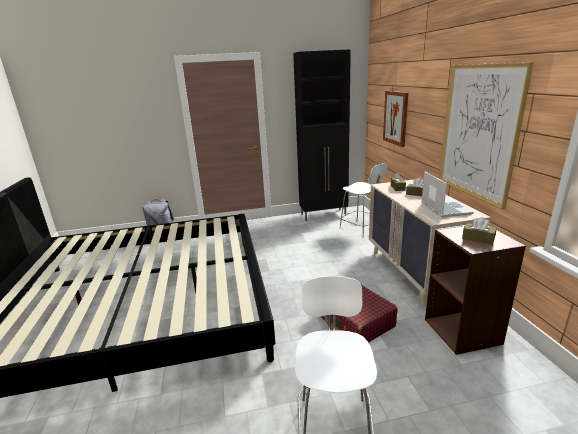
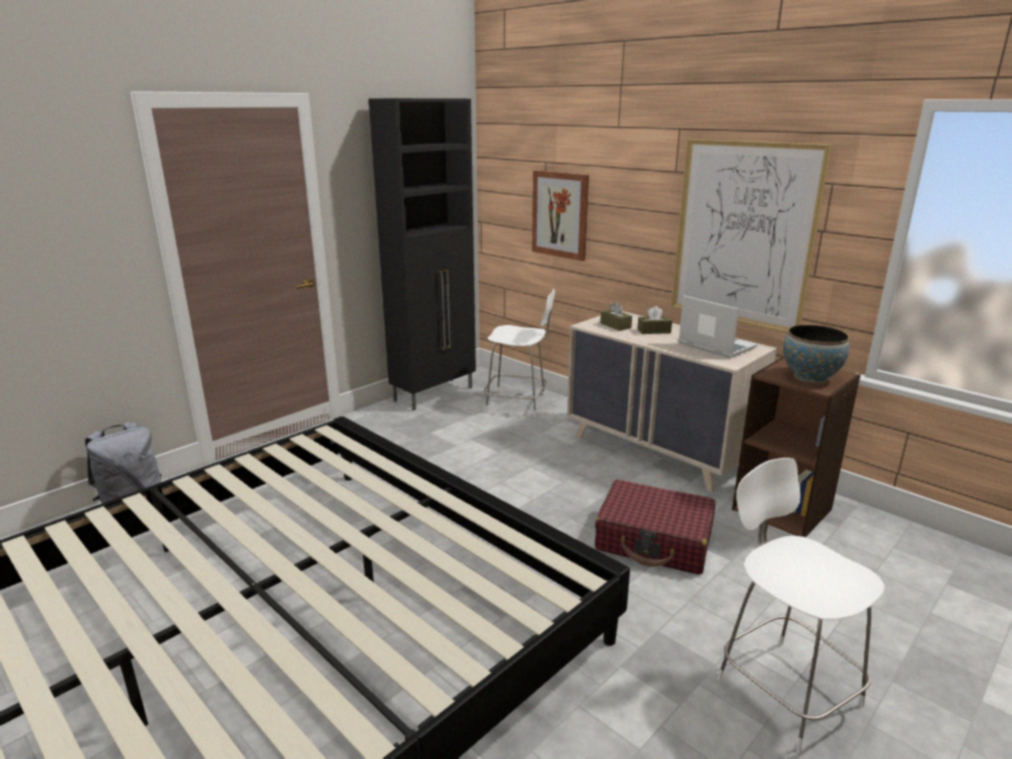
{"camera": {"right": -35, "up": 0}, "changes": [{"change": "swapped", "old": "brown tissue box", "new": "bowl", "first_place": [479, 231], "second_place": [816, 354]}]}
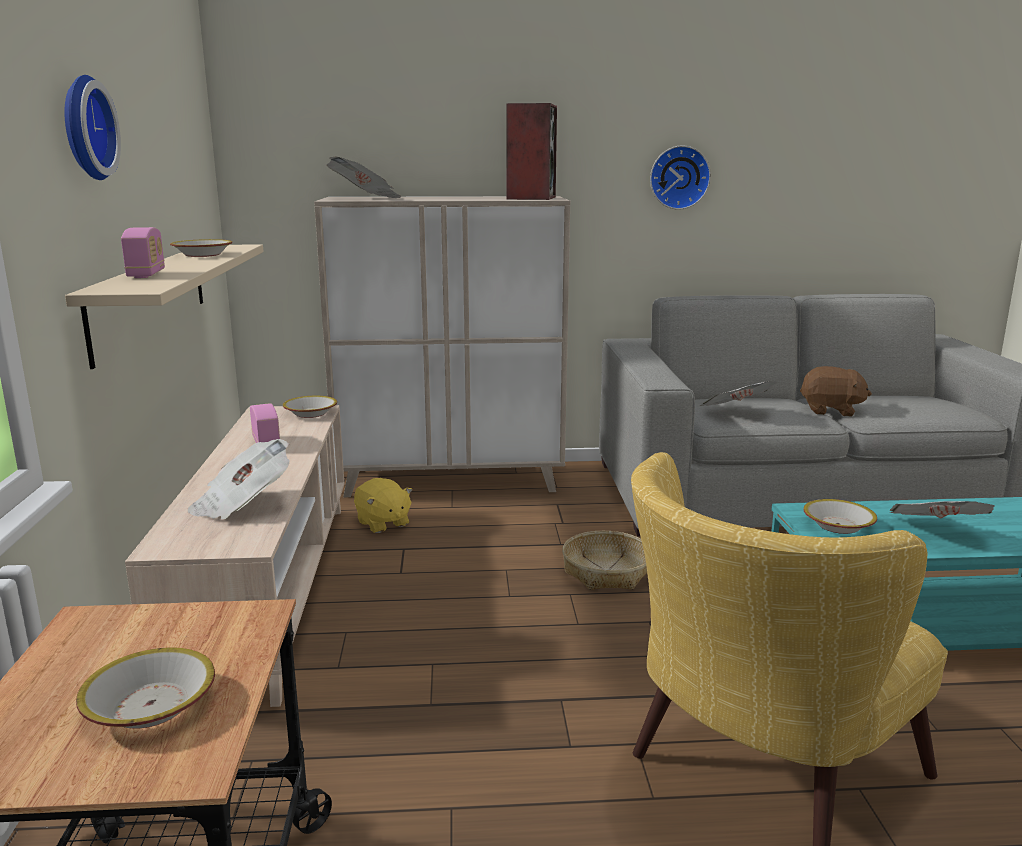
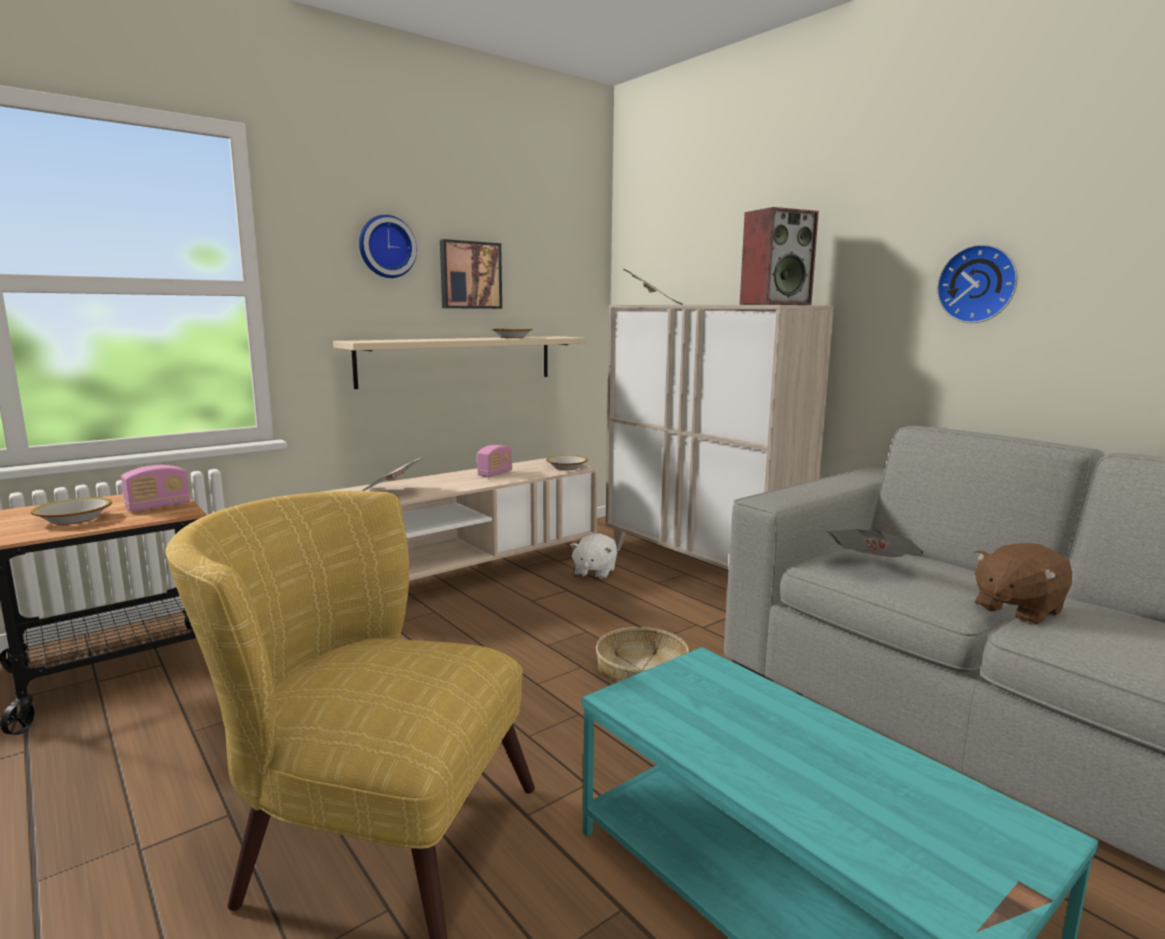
{"camera": {"right": 55, "up": -5}, "changes": [{"change": "shifted", "old": "radio", "first_place": [143, 252], "second_place": [155, 488]}, {"change": "new", "new": "picture", "second_place": [471, 274]}, {"change": "repainted", "old": "yellow plush toy", "new": "white plush toy", "first_place": [383, 505], "second_place": [593, 556]}, {"change": "rotated", "old": "brown plush toy", "first_place": [836, 391], "second_place": [1022, 584], "degrees": 75}, {"change": "gone", "old": "bowl", "first_place": [840, 516]}, {"change": "gone", "old": "newspaper", "first_place": [942, 509]}]}
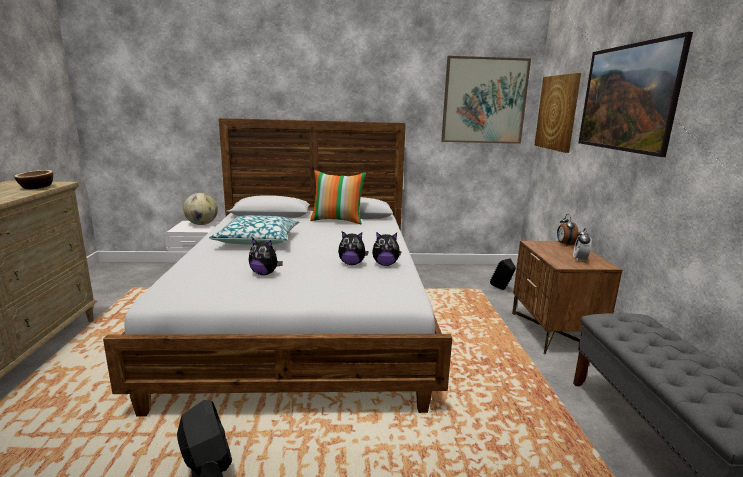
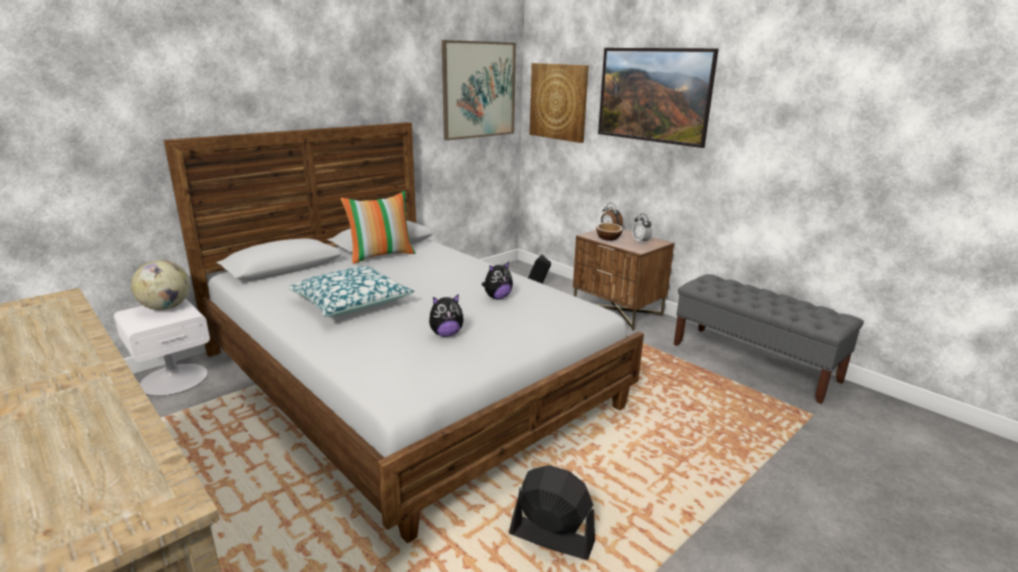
{"camera": {"right": -40, "up": 5}, "changes": [{"change": "shifted", "old": "bowl", "first_place": [33, 179], "second_place": [609, 232]}, {"change": "gone", "old": "plush toy", "first_place": [387, 249]}]}
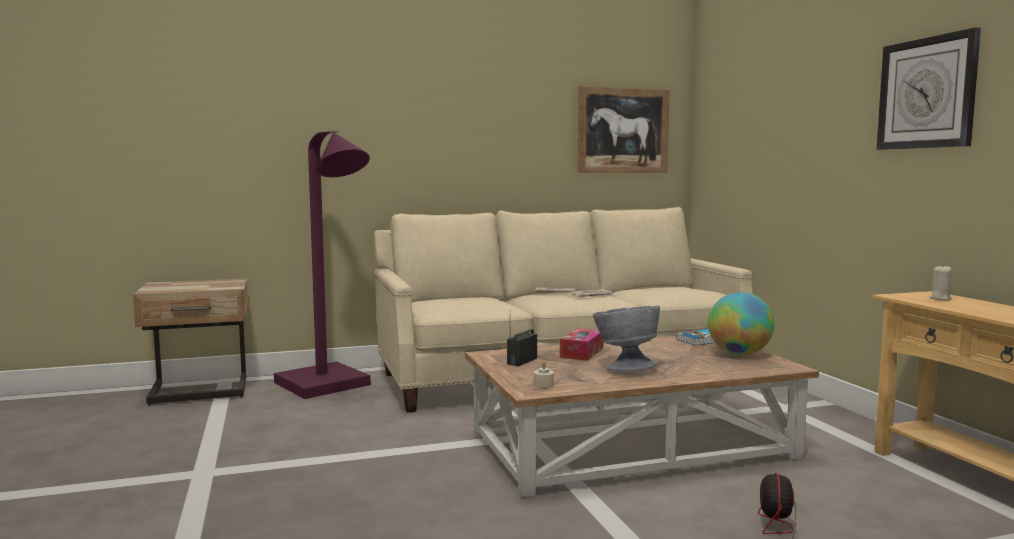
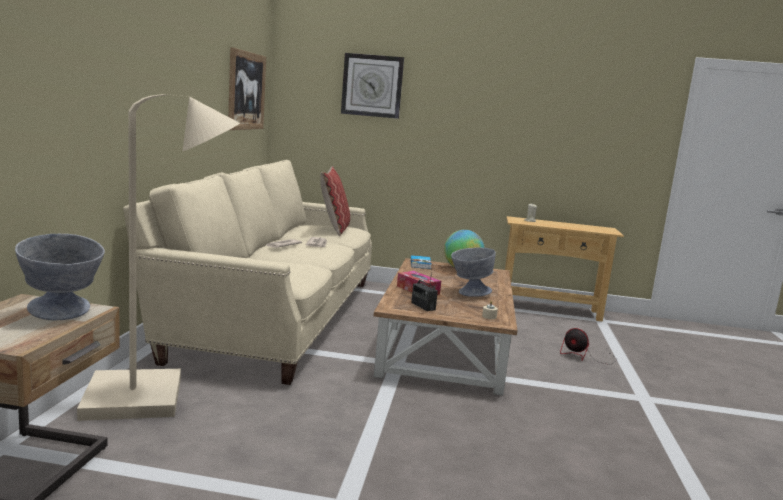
{"camera": {"right": -65, "up": 5}, "changes": [{"change": "new", "new": "grey bowl", "second_place": [60, 277]}, {"change": "repainted", "old": "purple floor lamp", "new": "beige floor lamp", "first_place": [322, 265], "second_place": [158, 257]}, {"change": "new", "new": "pillow", "second_place": [335, 201]}, {"change": "shifted", "old": "wall clock", "first_place": [929, 88], "second_place": [372, 86]}]}
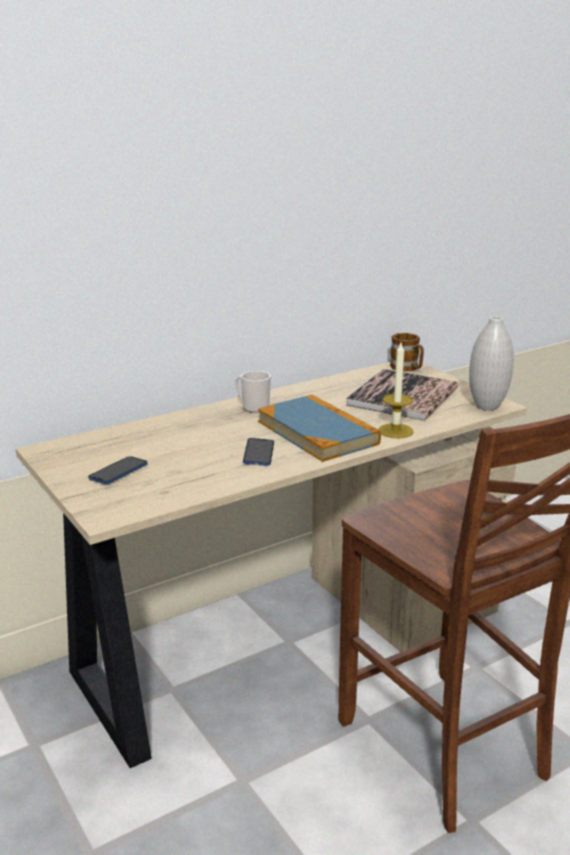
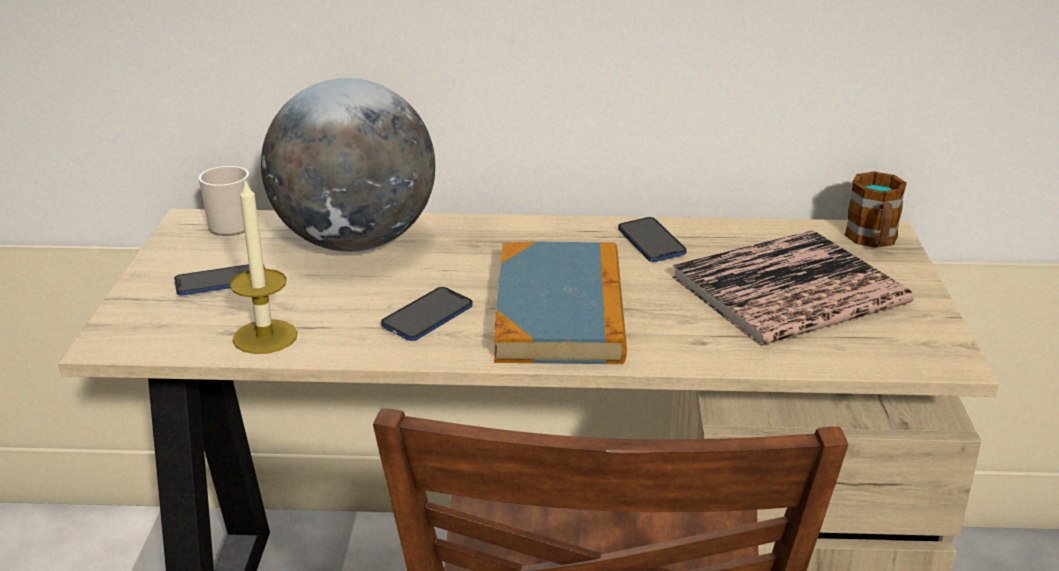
{"camera": {"right": 35, "up": 5}, "changes": [{"change": "shifted", "old": "mug", "first_place": [253, 392], "second_place": [224, 201]}, {"change": "shifted", "old": "candle", "first_place": [396, 390], "second_place": [264, 266]}, {"change": "new", "new": "globe", "second_place": [348, 165]}, {"change": "new", "new": "phone", "second_place": [652, 239]}, {"change": "gone", "old": "white vase", "first_place": [491, 363]}]}
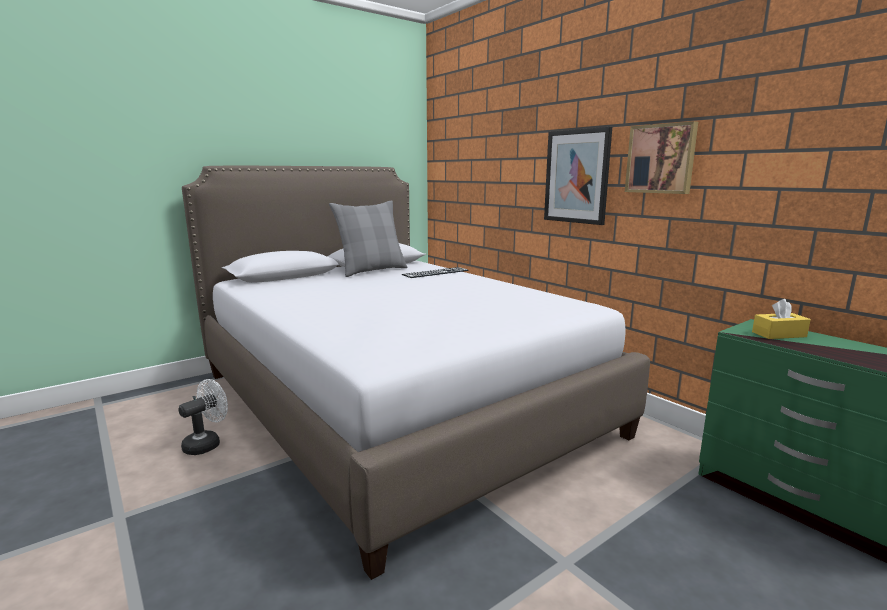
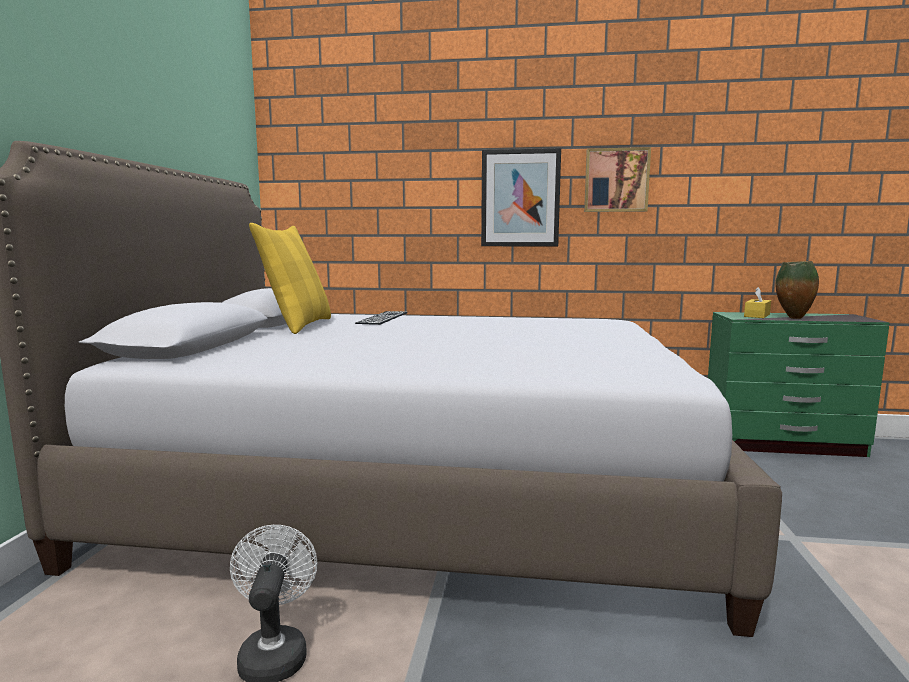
{"camera": {"right": -45, "up": -5}, "changes": [{"change": "repainted", "old": "grey pillow", "new": "yellow pillow", "first_place": [368, 238], "second_place": [290, 278]}, {"change": "new", "new": "vase", "second_place": [797, 290]}]}
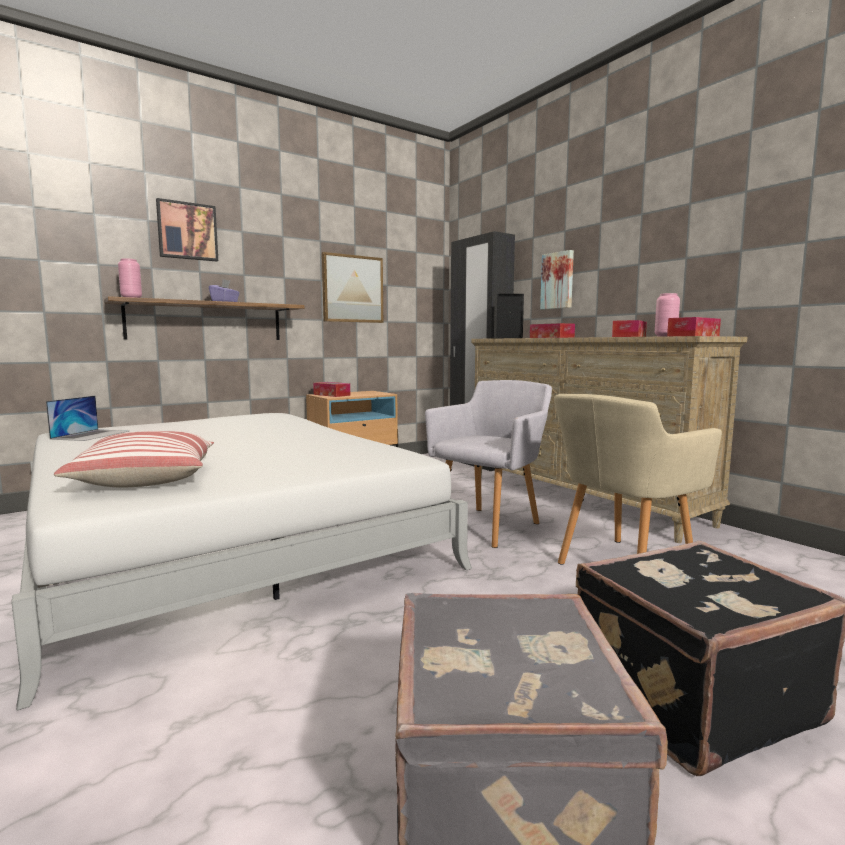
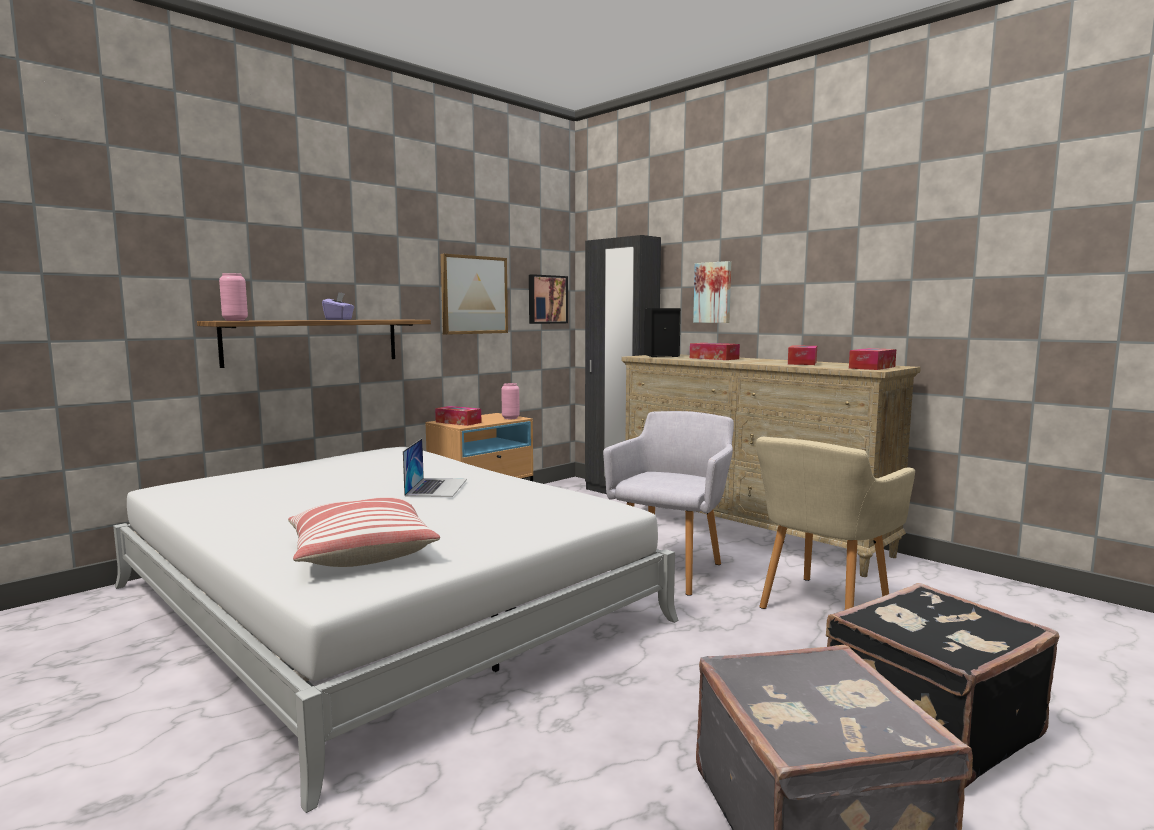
{"camera": {"right": -10, "up": 0}, "changes": [{"change": "shifted", "old": "laptop", "first_place": [87, 418], "second_place": [435, 467]}, {"change": "shifted", "old": "pink vase", "first_place": [667, 315], "second_place": [510, 401]}, {"change": "shifted", "old": "picture", "first_place": [187, 229], "second_place": [548, 299]}]}
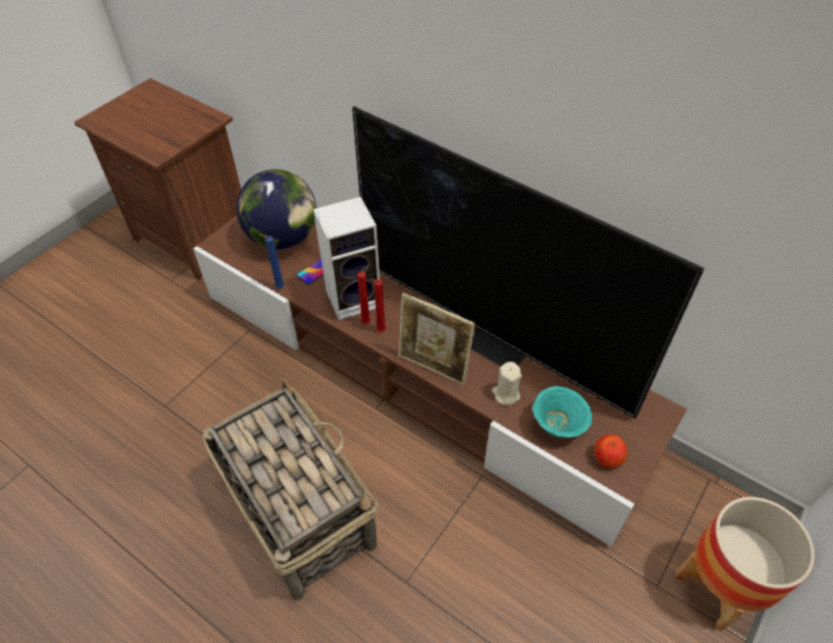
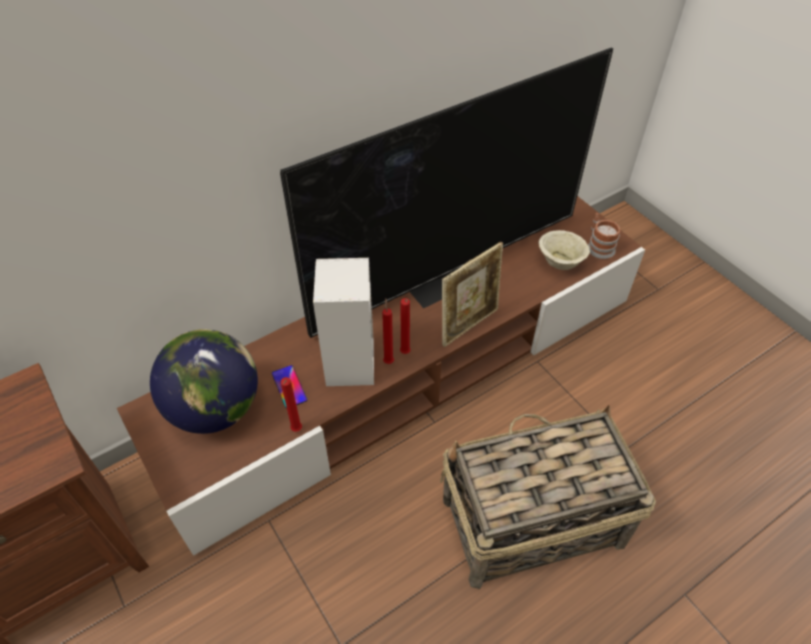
{"camera": {"right": -70, "up": 0}, "changes": [{"change": "repainted", "old": "blue candle", "new": "red candle", "first_place": [272, 261], "second_place": [291, 404]}, {"change": "repainted", "old": "turquoise bowl", "new": "beige bowl", "first_place": [562, 412], "second_place": [564, 250]}, {"change": "swapped", "old": "apple", "new": "mug", "first_place": [610, 451], "second_place": [604, 236]}, {"change": "gone", "old": "beige candle", "first_place": [507, 384]}, {"change": "gone", "old": "planter", "first_place": [745, 564]}]}
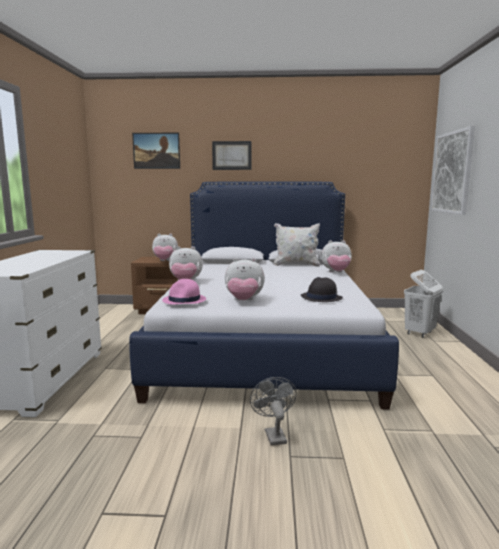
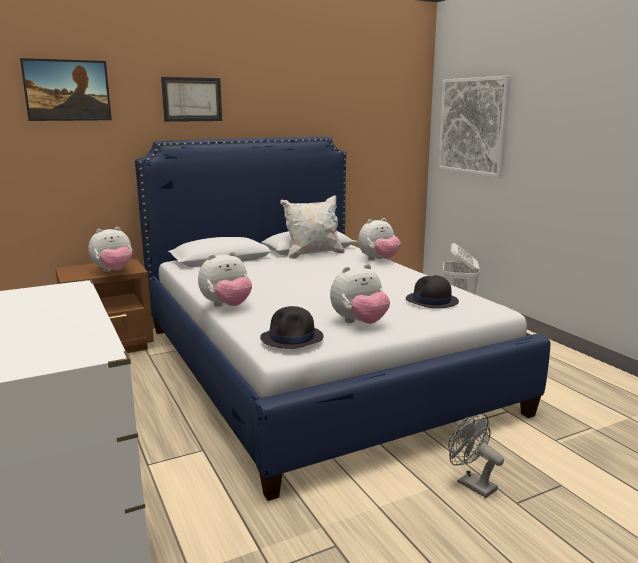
{"camera": {"right": -30, "up": 5}, "changes": [{"change": "repainted", "old": "pink hat", "new": "black hat", "first_place": [184, 292], "second_place": [292, 327]}]}
